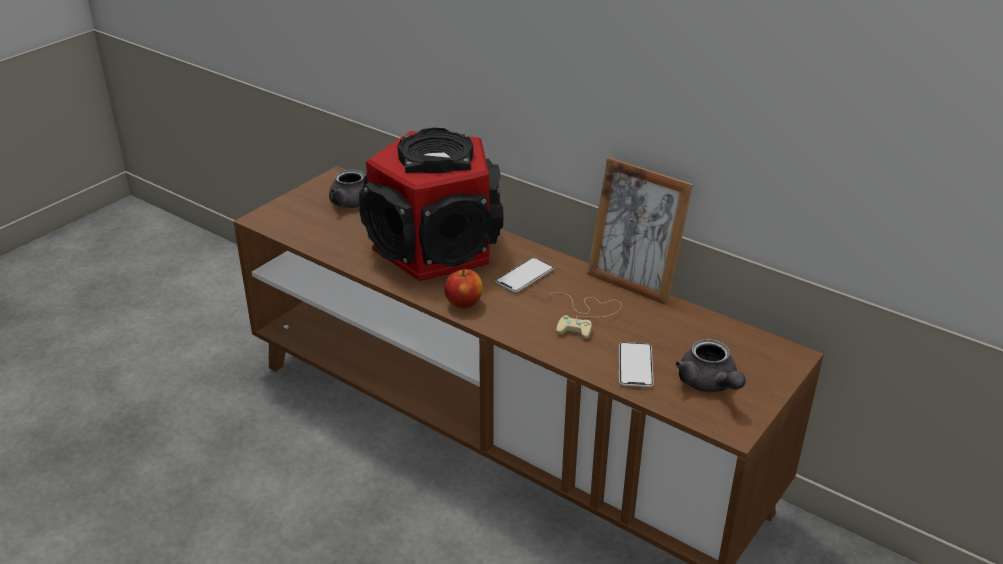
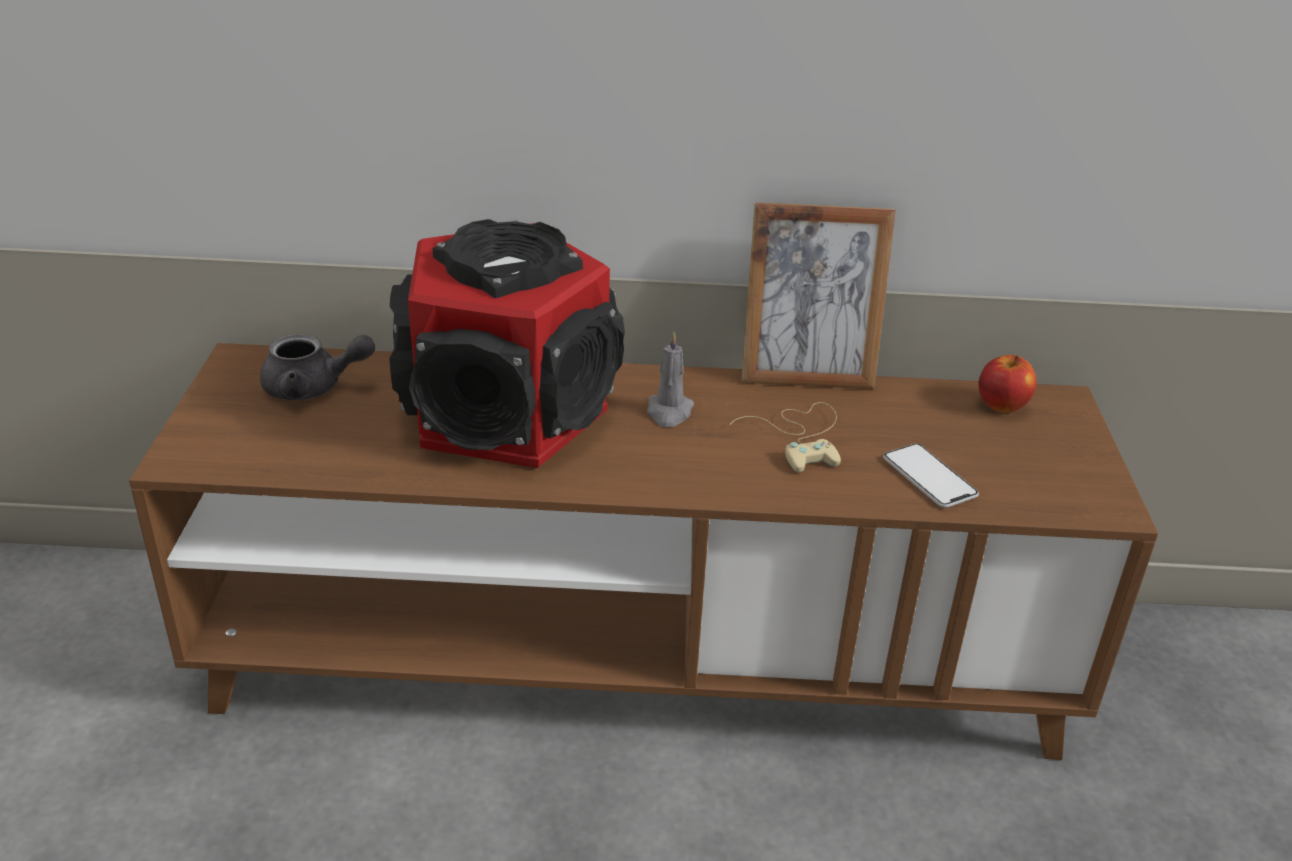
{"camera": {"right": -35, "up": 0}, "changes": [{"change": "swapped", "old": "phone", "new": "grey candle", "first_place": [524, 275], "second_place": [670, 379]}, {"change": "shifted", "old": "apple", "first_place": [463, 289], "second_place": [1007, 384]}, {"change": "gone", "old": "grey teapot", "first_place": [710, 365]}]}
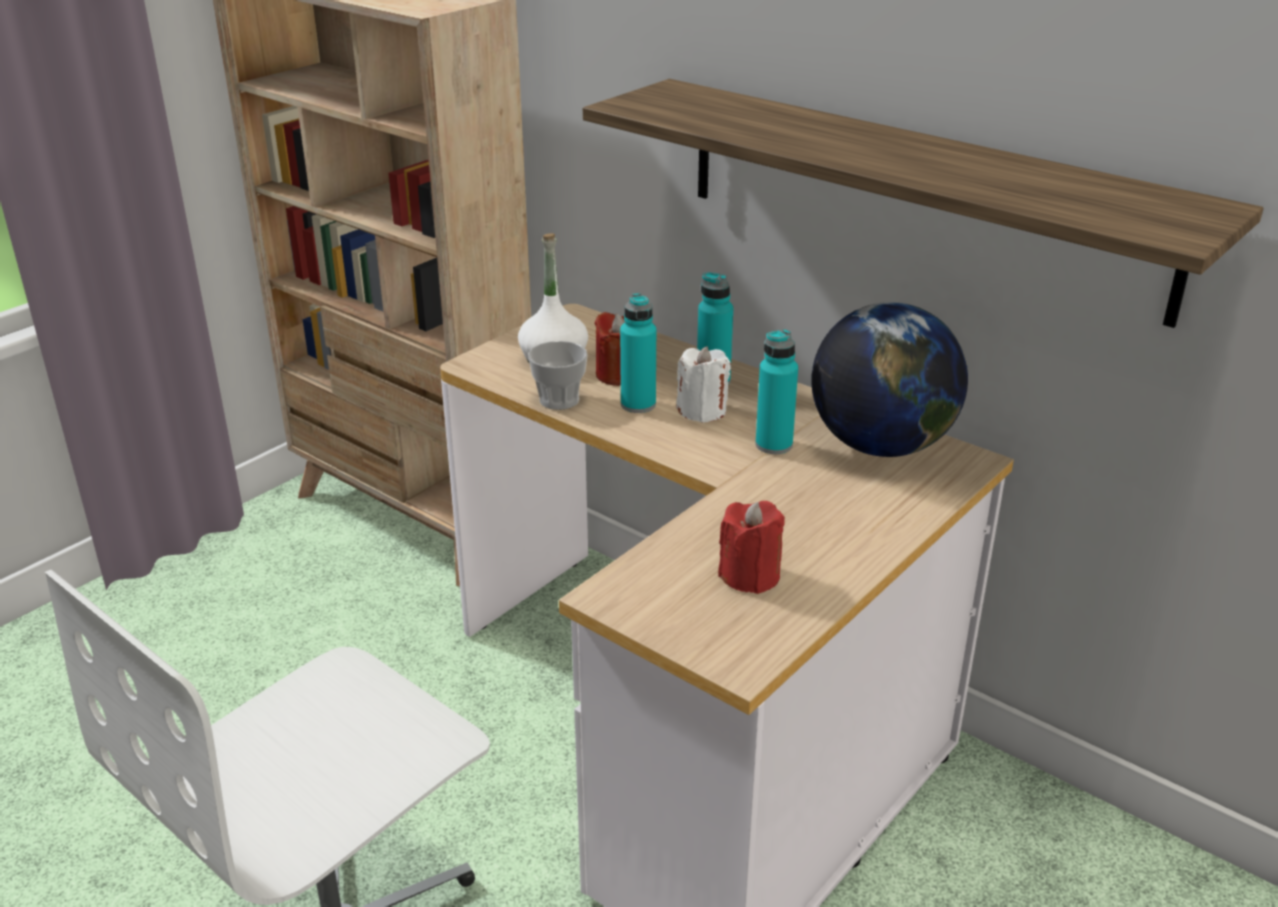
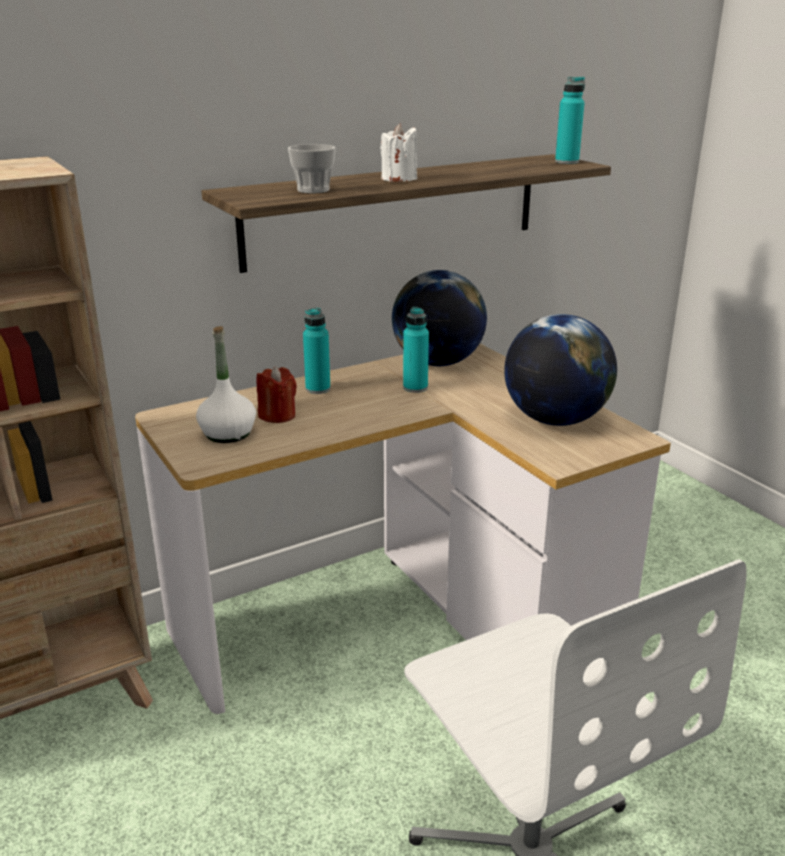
{"camera": {"right": -70, "up": -5}, "changes": [{"change": "shifted", "old": "cup", "first_place": [558, 375], "second_place": [312, 169]}, {"change": "shifted", "old": "white candle", "first_place": [703, 384], "second_place": [398, 153]}, {"change": "swapped", "old": "red candle", "new": "globe", "first_place": [751, 547], "second_place": [560, 370]}, {"change": "shifted", "old": "turquoise bottle", "first_place": [638, 353], "second_place": [570, 120]}]}
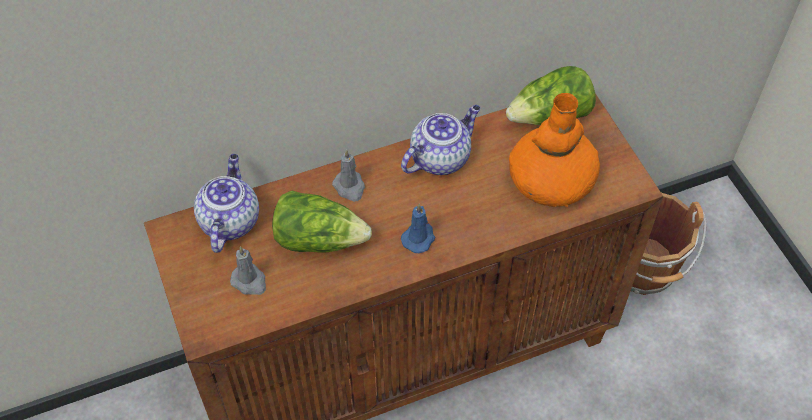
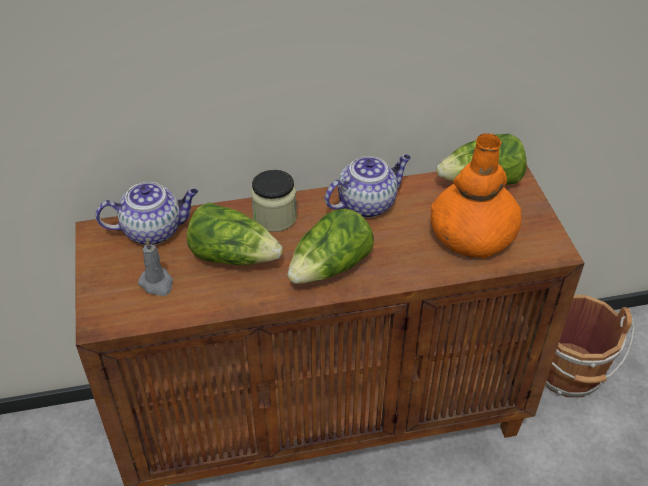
{"camera": {"right": 10, "up": -10}, "changes": [{"change": "rotated", "old": "teapot", "first_place": [226, 203], "second_place": [147, 213], "degrees": 60}, {"change": "swapped", "old": "grey candle", "new": "jar", "first_place": [348, 175], "second_place": [274, 201]}, {"change": "swapped", "old": "blue candle", "new": "lettuce", "first_place": [418, 228], "second_place": [330, 246]}]}
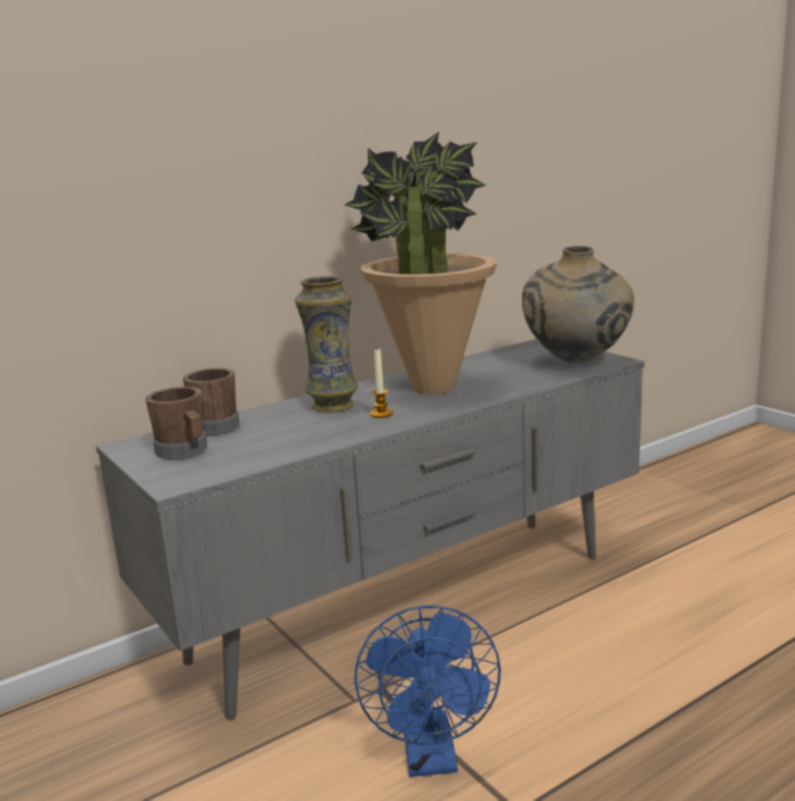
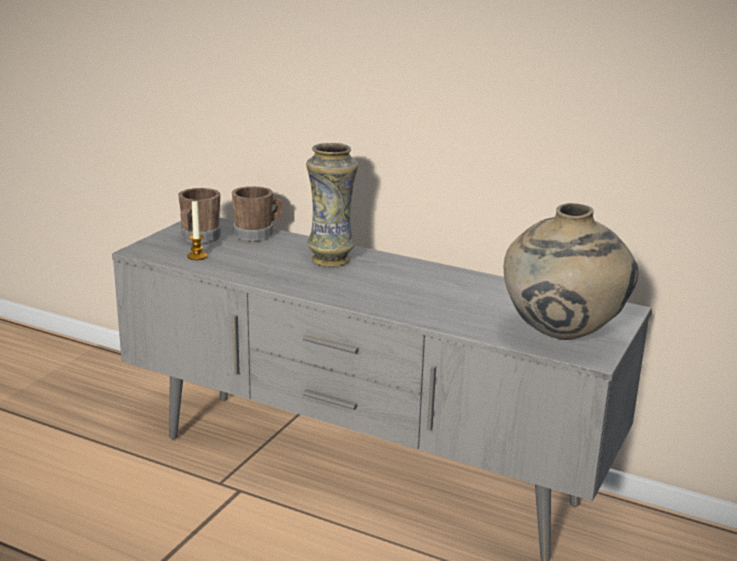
{"camera": {"right": 60, "up": 5}, "changes": [{"change": "shifted", "old": "candle", "first_place": [381, 383], "second_place": [197, 229]}, {"change": "gone", "old": "potted plant", "first_place": [421, 263]}, {"change": "gone", "old": "blue fan", "first_place": [427, 691]}]}
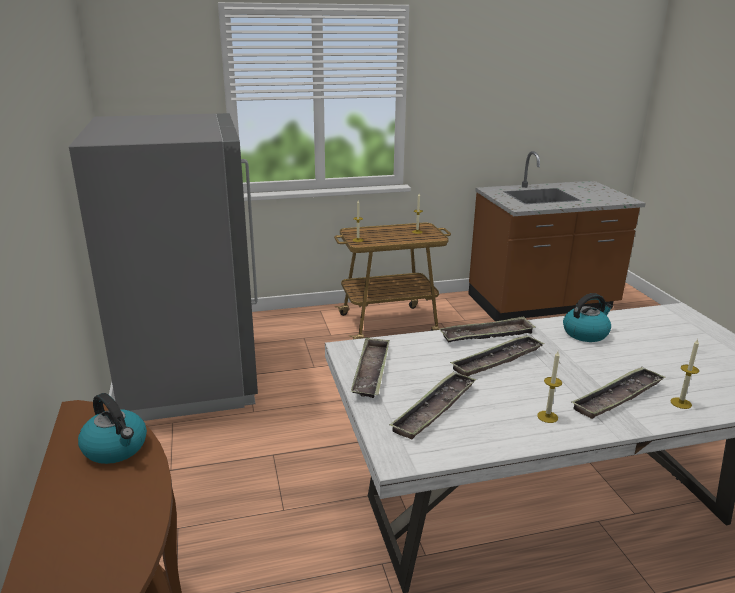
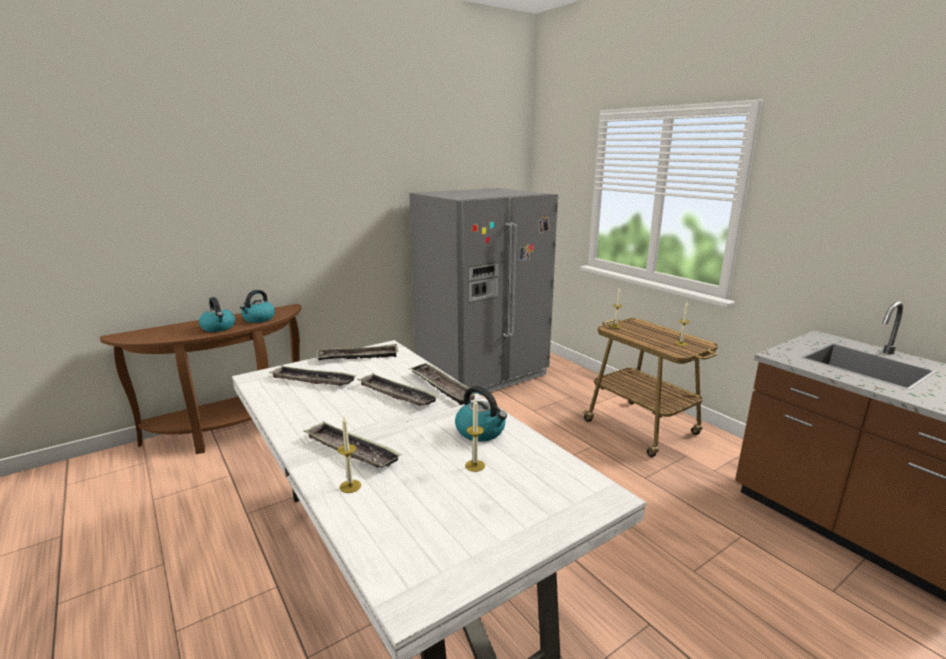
{"camera": {"right": 70, "up": -5}, "changes": [{"change": "new", "new": "kettle", "second_place": [217, 314]}, {"change": "shifted", "old": "candle", "first_place": [549, 387], "second_place": [475, 435]}]}
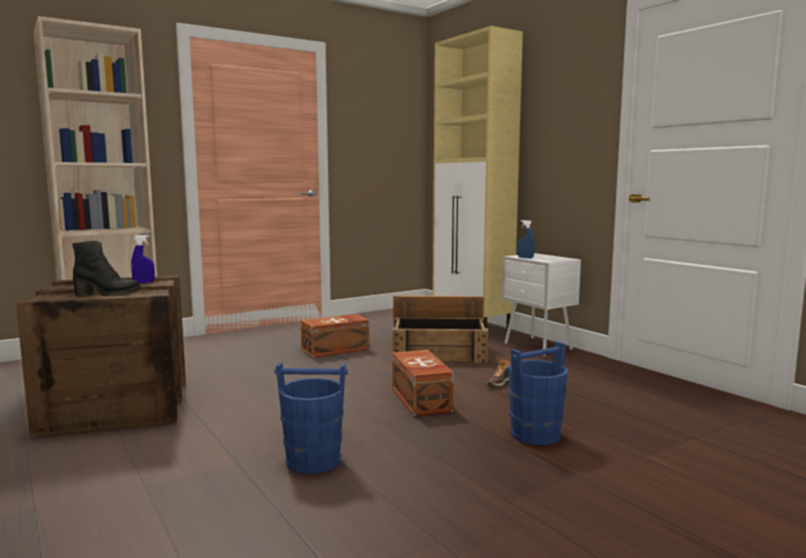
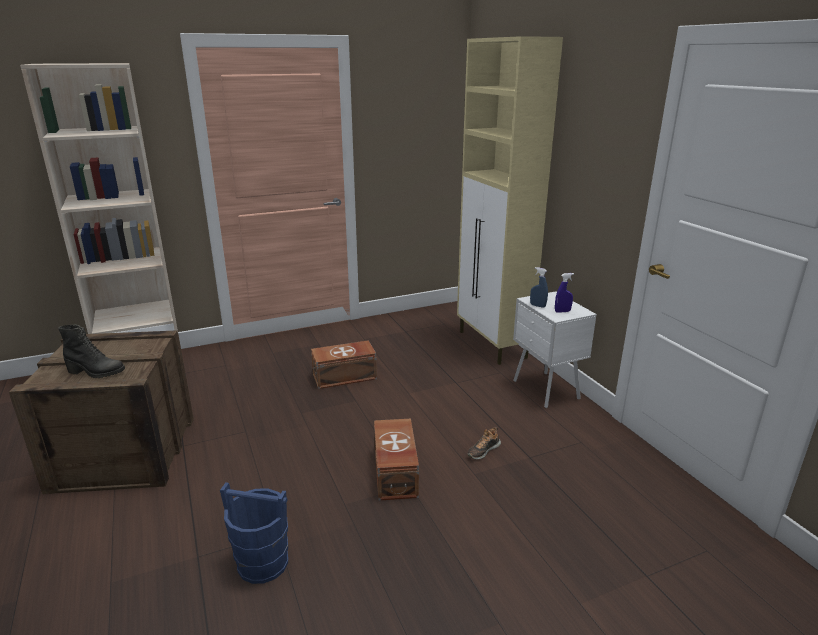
{"camera": {"right": 10, "up": 15}, "changes": [{"change": "shifted", "old": "blue spray bottle", "first_place": [143, 259], "second_place": [564, 293]}, {"change": "gone", "old": "crate", "first_place": [440, 329]}, {"change": "gone", "old": "blue bucket", "first_place": [538, 393]}]}
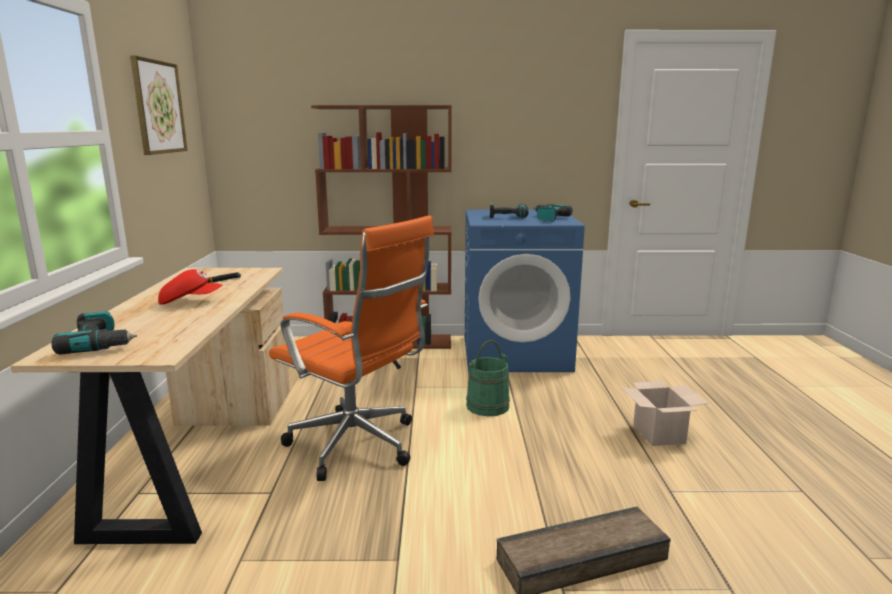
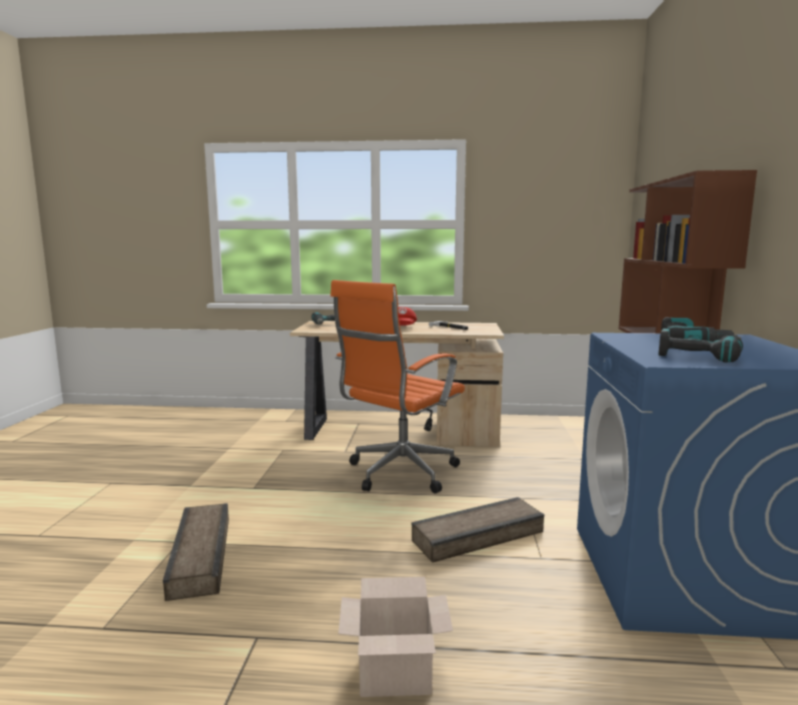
{"camera": {"right": 95, "up": -5}, "changes": [{"change": "swapped", "old": "green bucket", "new": "crate", "first_place": [488, 378], "second_place": [478, 529]}, {"change": "gone", "old": "picture", "first_place": [159, 105]}]}
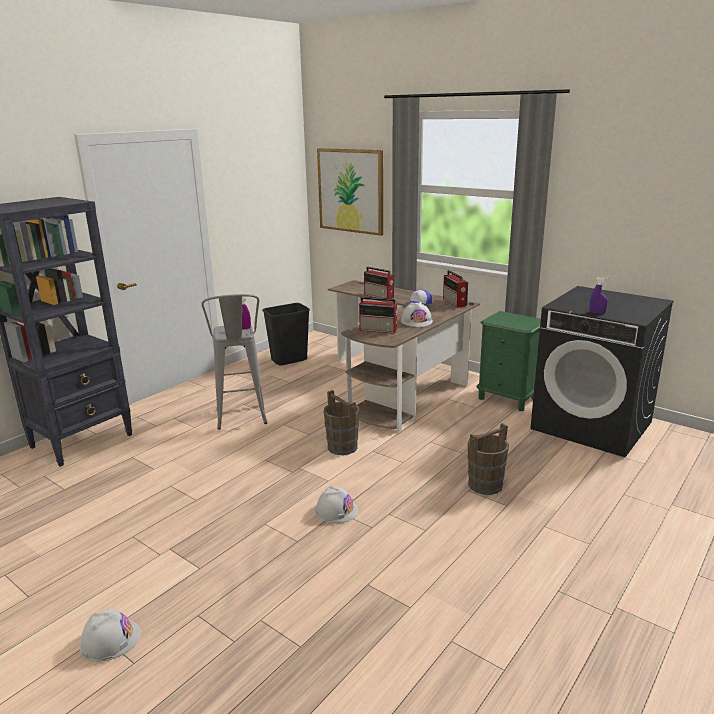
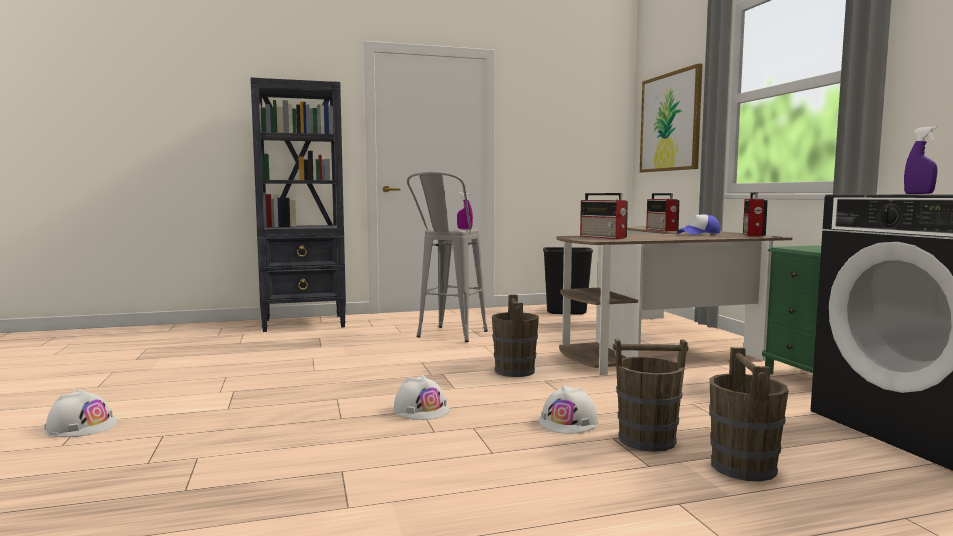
{"camera": {"right": 35, "up": -15}, "changes": [{"change": "shifted", "old": "white hard hat", "first_place": [417, 314], "second_place": [568, 409]}, {"change": "new", "new": "brown bucket", "second_place": [749, 414]}]}
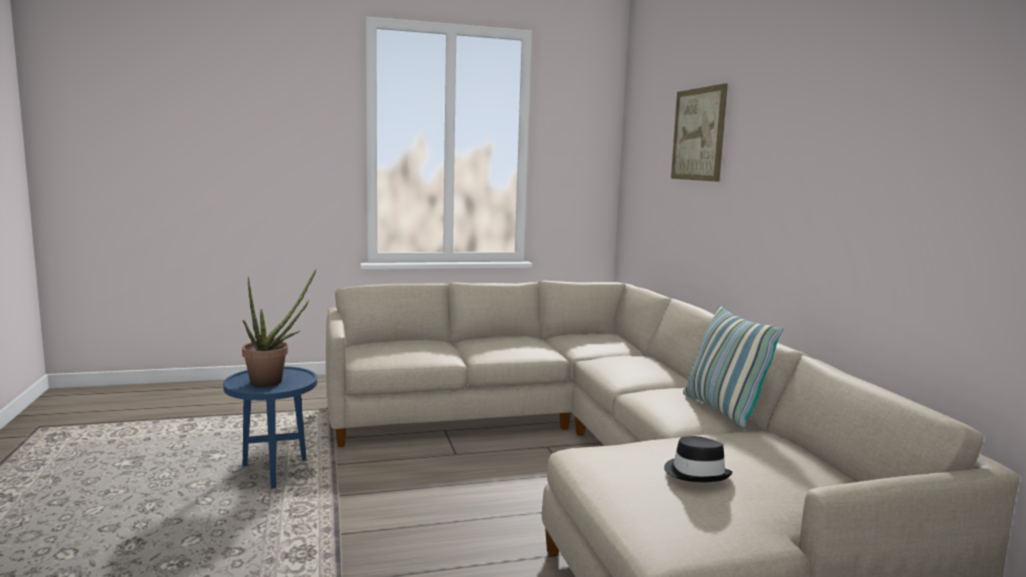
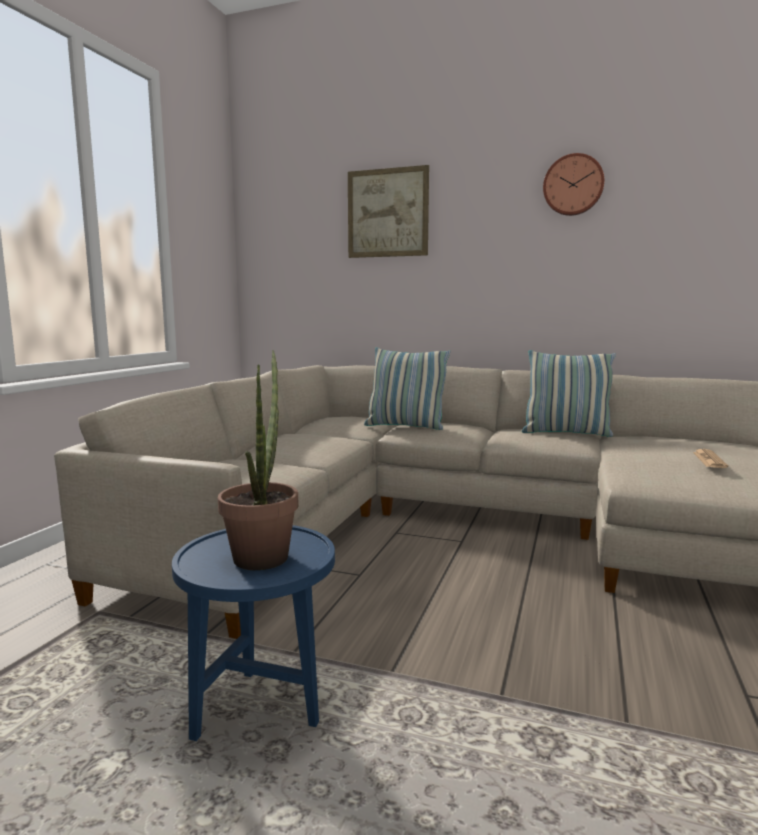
{"camera": {"right": -55, "up": 0}, "changes": [{"change": "new", "new": "pillow", "second_place": [407, 388]}, {"change": "new", "new": "wall clock", "second_place": [573, 184]}, {"change": "swapped", "old": "black hat", "new": "newspaper", "first_place": [698, 459], "second_place": [710, 458]}]}
